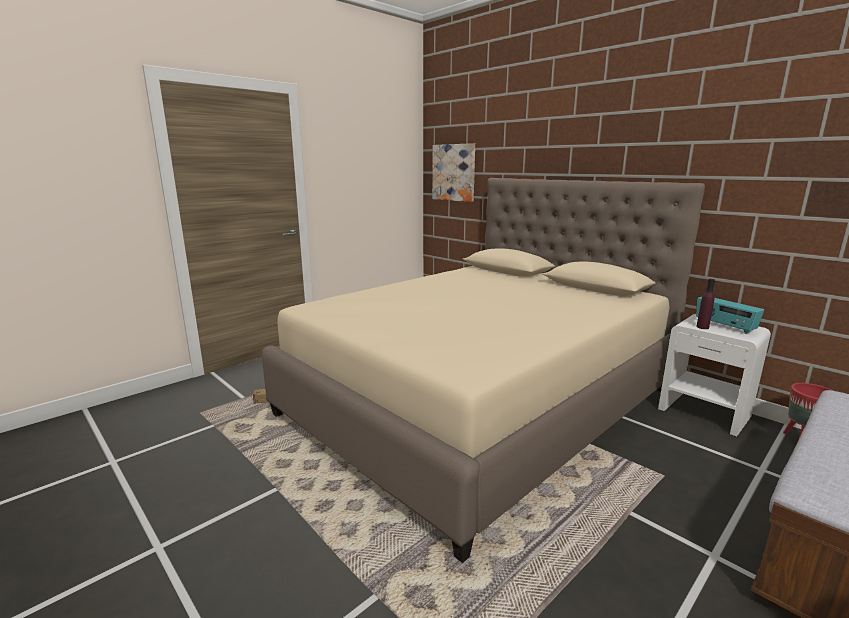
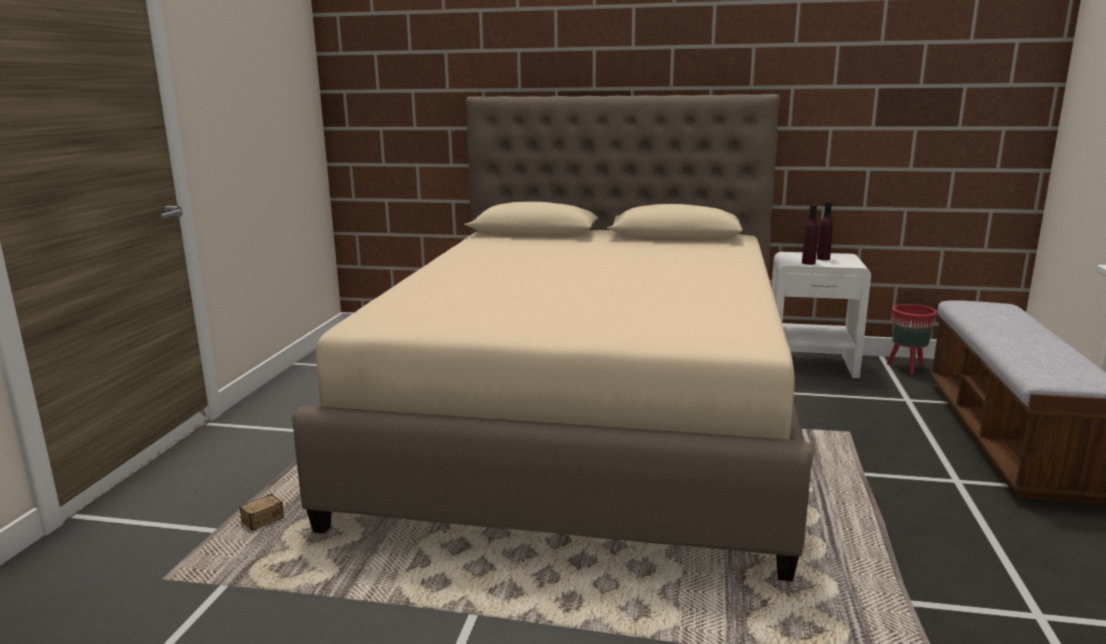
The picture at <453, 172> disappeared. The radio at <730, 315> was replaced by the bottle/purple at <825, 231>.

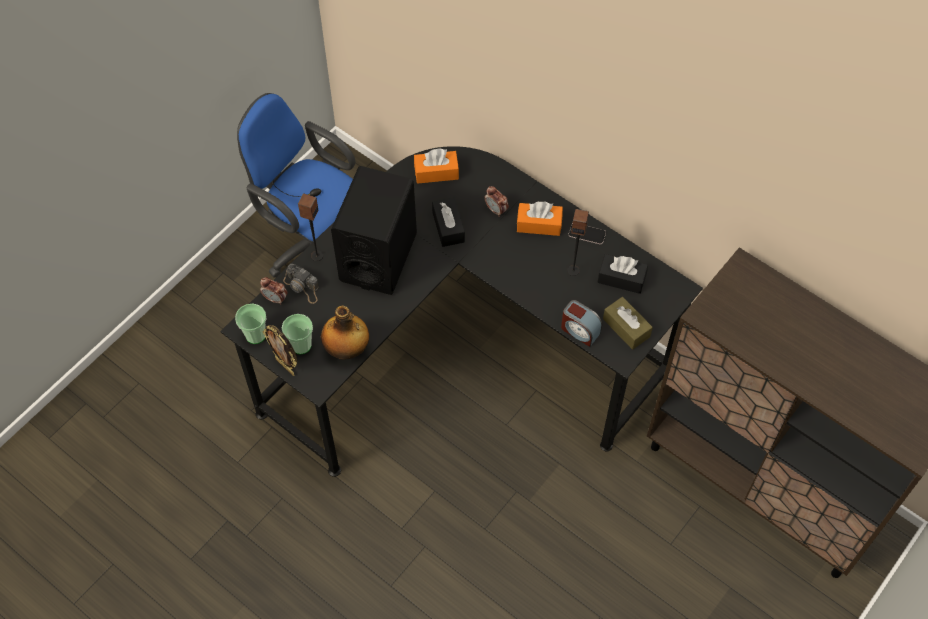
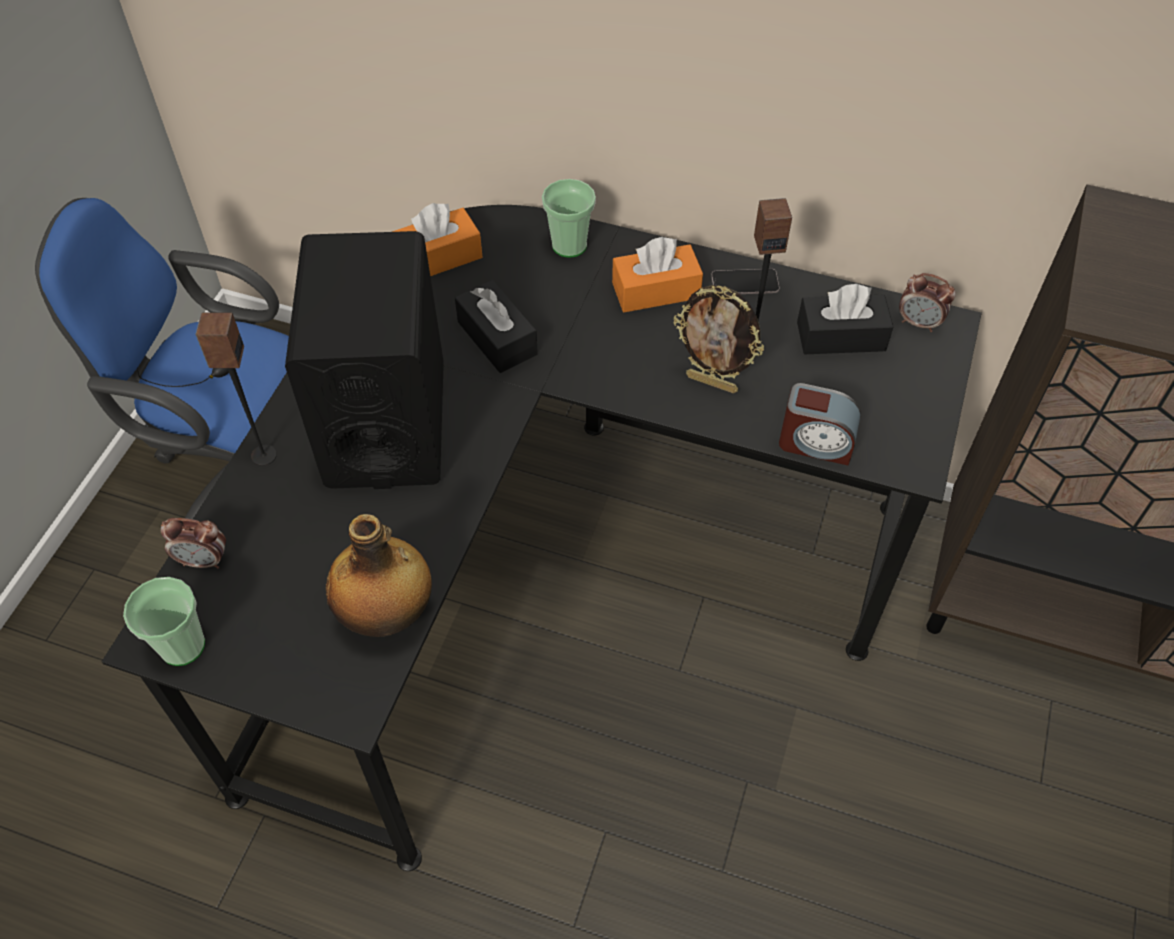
The alarm clock moved from <496, 201> to <927, 302>. The photo camera at <301, 284> disappeared. The tissue box/brown at <628, 323> disappeared. The cup moved from <297, 334> to <569, 218>. The picture frame moved from <279, 350> to <718, 339>.

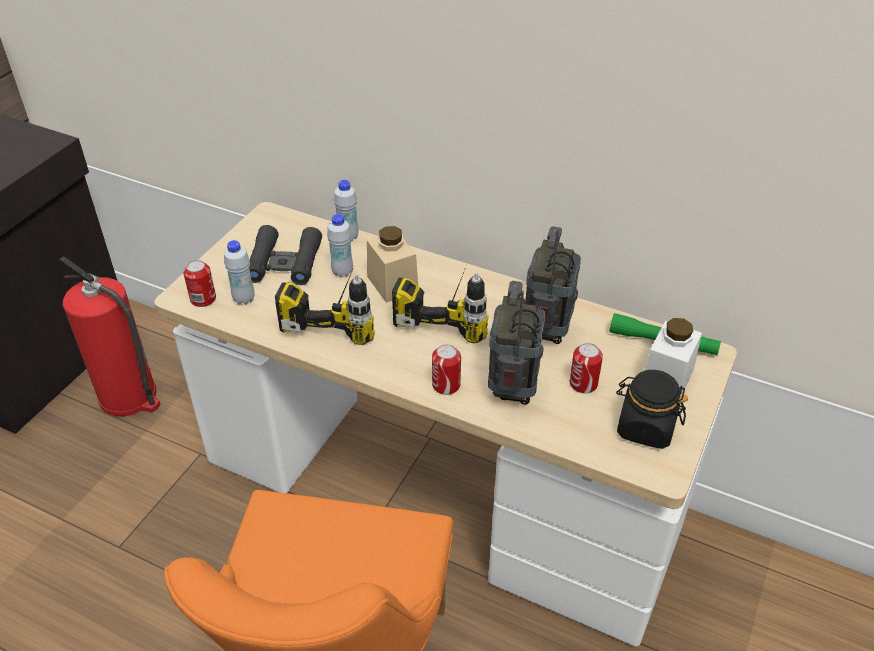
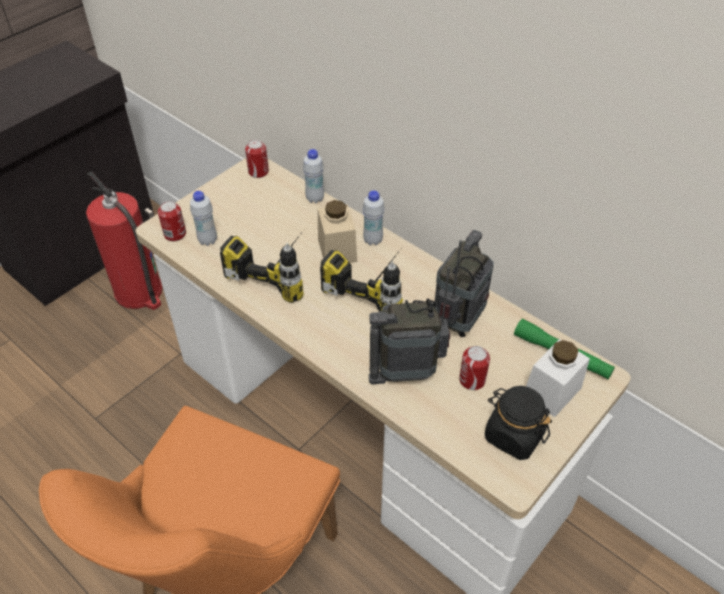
The bottle/white moved from <340, 245> to <374, 217>. The binoculars/black at <285, 255> disappeared. The radio at <516, 343> turned 120 degrees counterclockwise. The can moved from <446, 369> to <257, 159>.

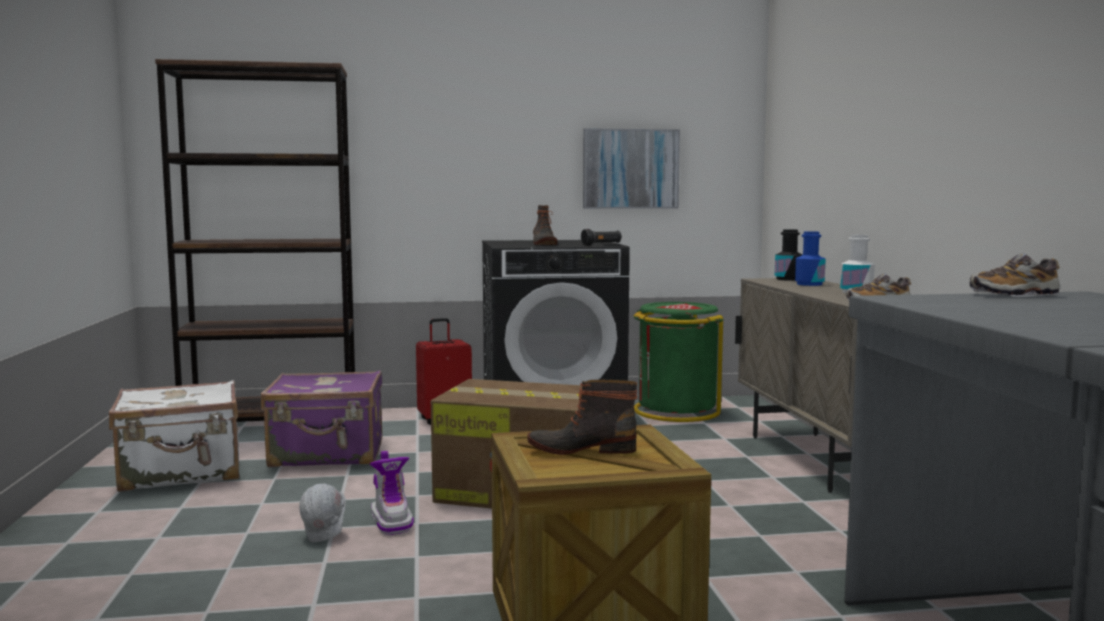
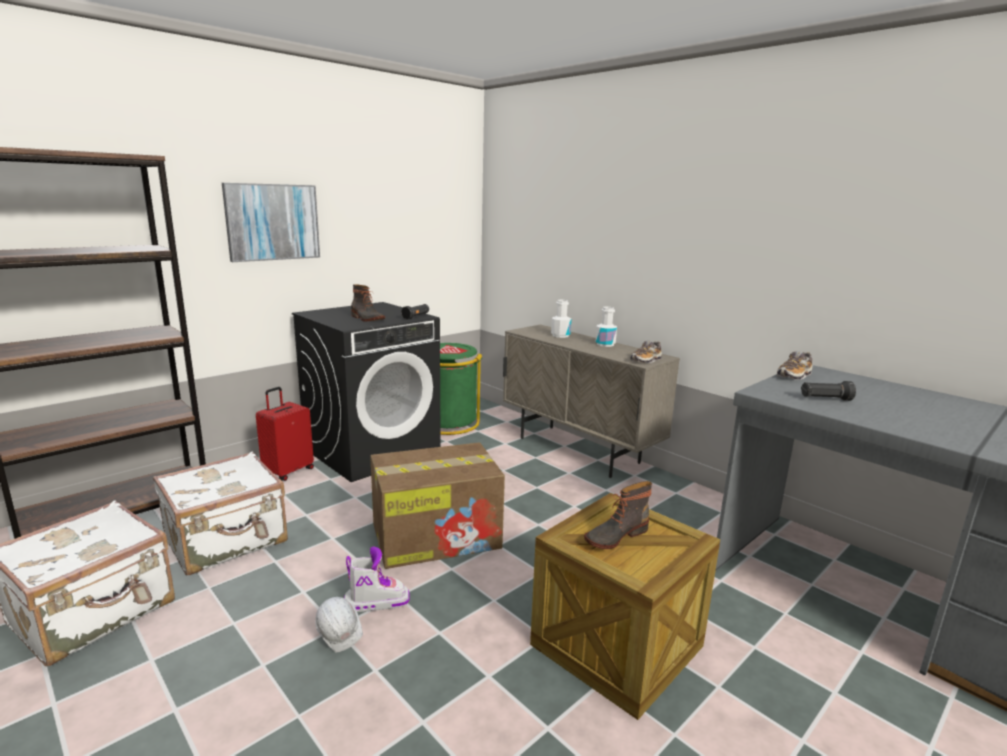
The picture moved from <631, 168> to <271, 222>. The bottle/black at <789, 255> disappeared. The bottle/blue at <810, 258> became the bottle/white at <561, 319>. The suitcase/purple at <321, 419> became the suitcase/white at <220, 513>. The boot at <392, 493> turned 45 degrees counterclockwise. The flashlight/black at <828, 391> appeared.

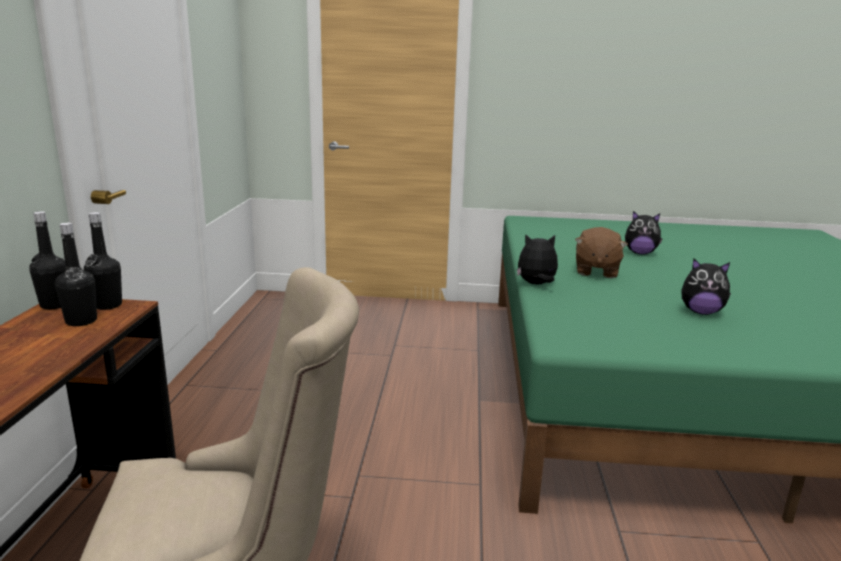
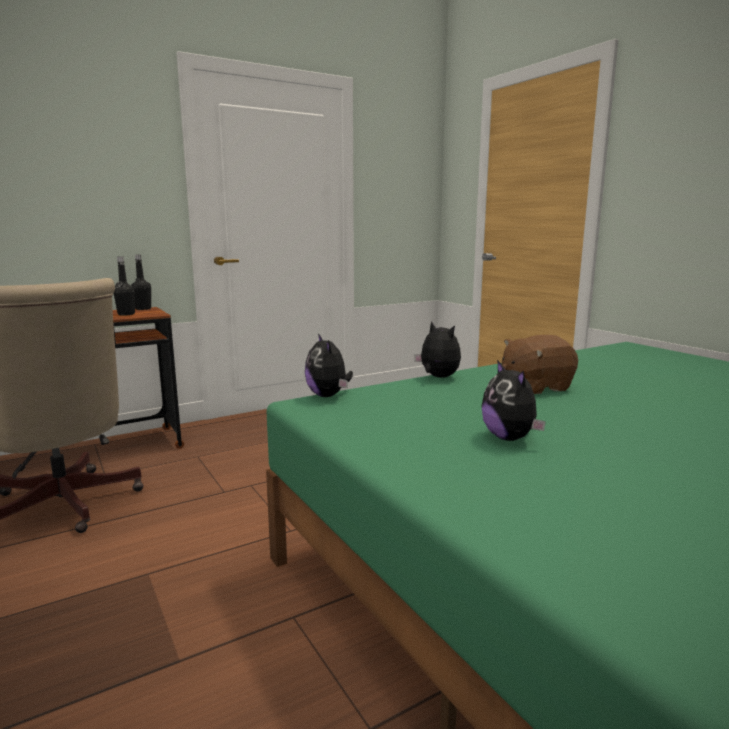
The plush toy moved from <644, 232> to <329, 365>. The bottle/black at <103, 261> disappeared.

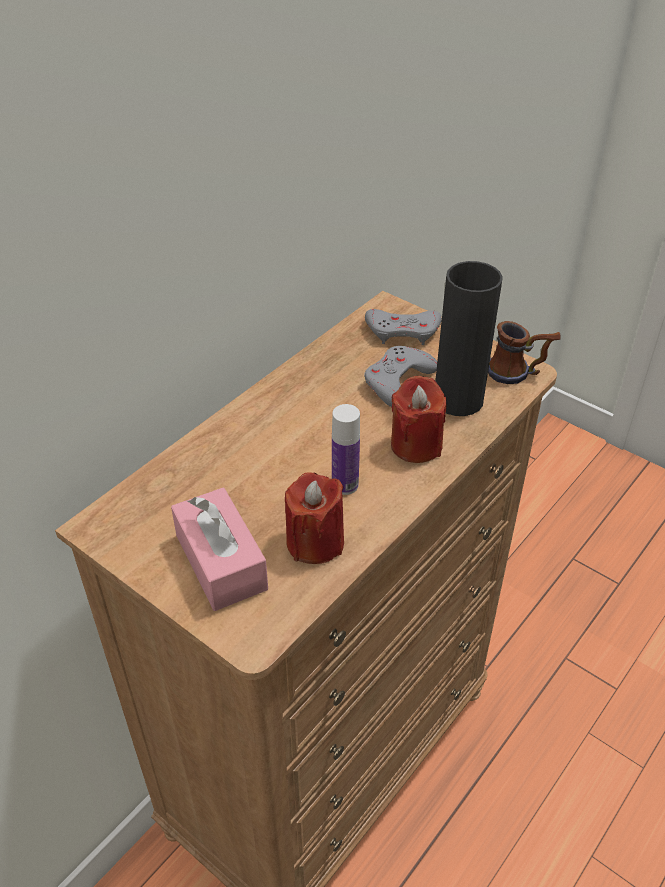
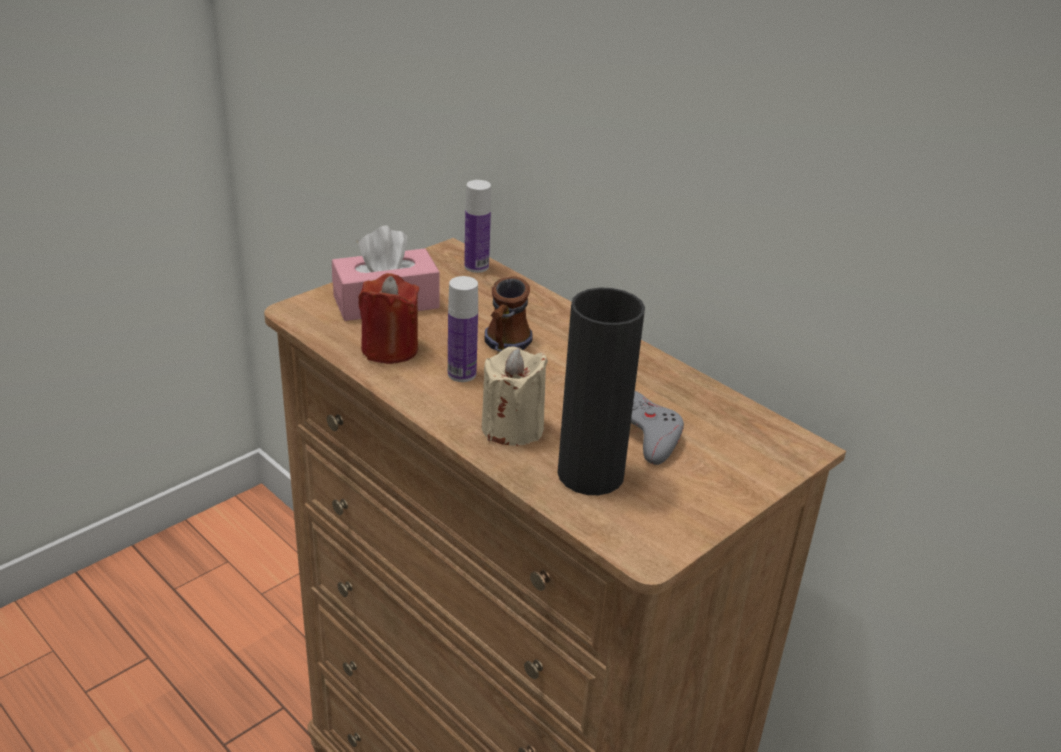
The game controller/grey at <403, 327> disappeared. The mug moved from <524, 352> to <508, 314>. The candle/red at <419, 419> became the candle/beige at <514, 396>. The bottle at <477, 226> appeared.

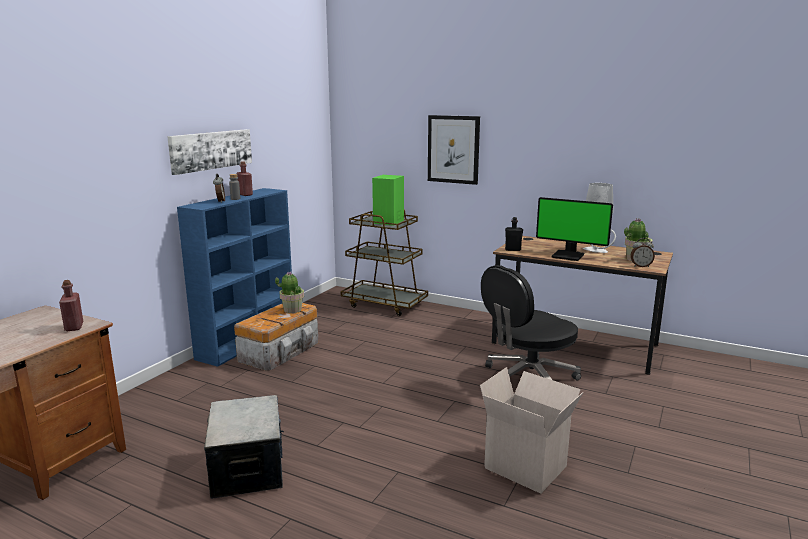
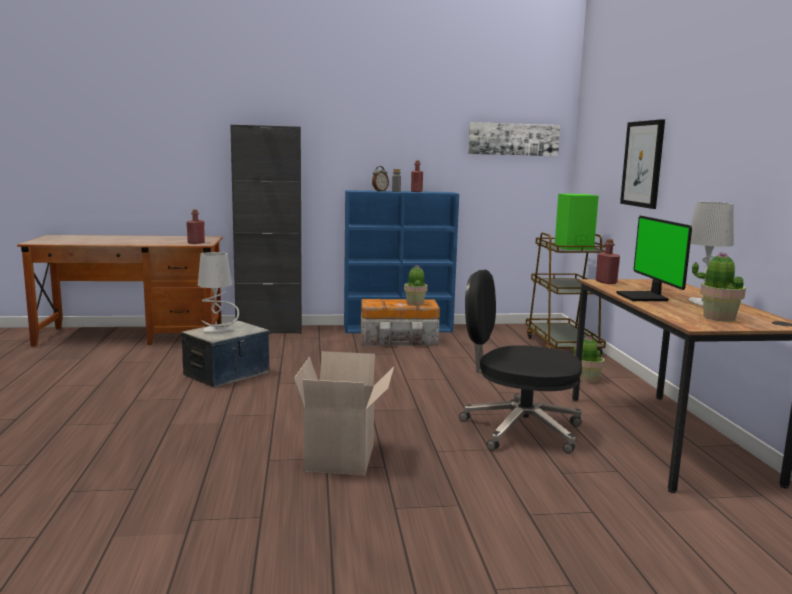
The picture moved from <209, 152> to <514, 139>. The bottle/black at <514, 234> became the bottle/red at <608, 261>. The alarm clock at <642, 252> disappeared. The cabinet/black at <266, 229> appeared. The table lamp/grey at <218, 292> appeared. The potted plant at <589, 359> appeared.

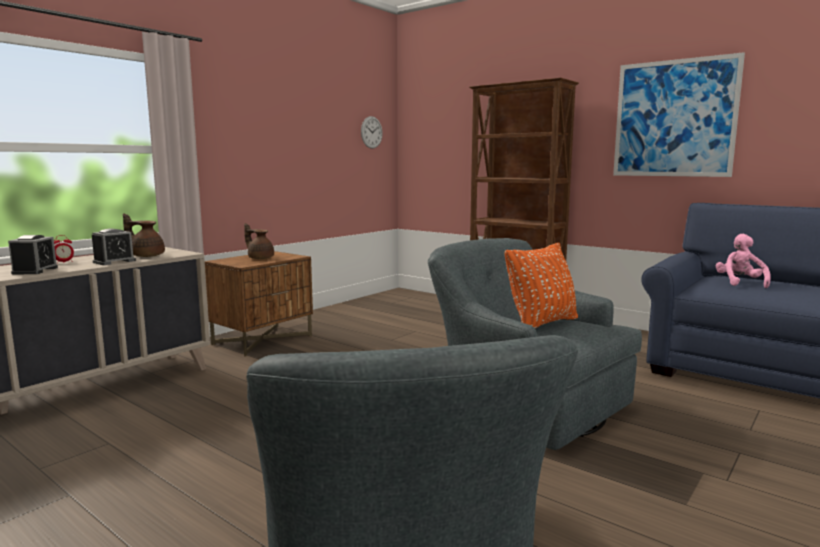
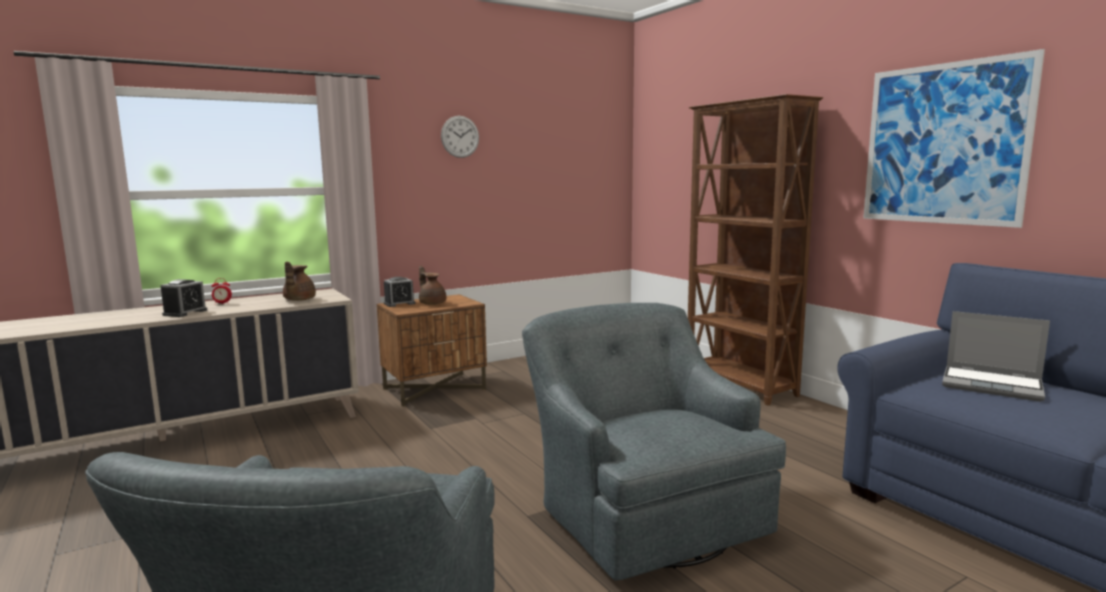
The wall clock moved from <372, 132> to <460, 137>. The teapot/brown at <144, 235> turned 120 degrees counterclockwise. The alarm clock moved from <114, 247> to <399, 292>. The plush toy/pink at <743, 261> was replaced by the laptop at <996, 356>. The pillow/orange at <541, 286> disappeared.

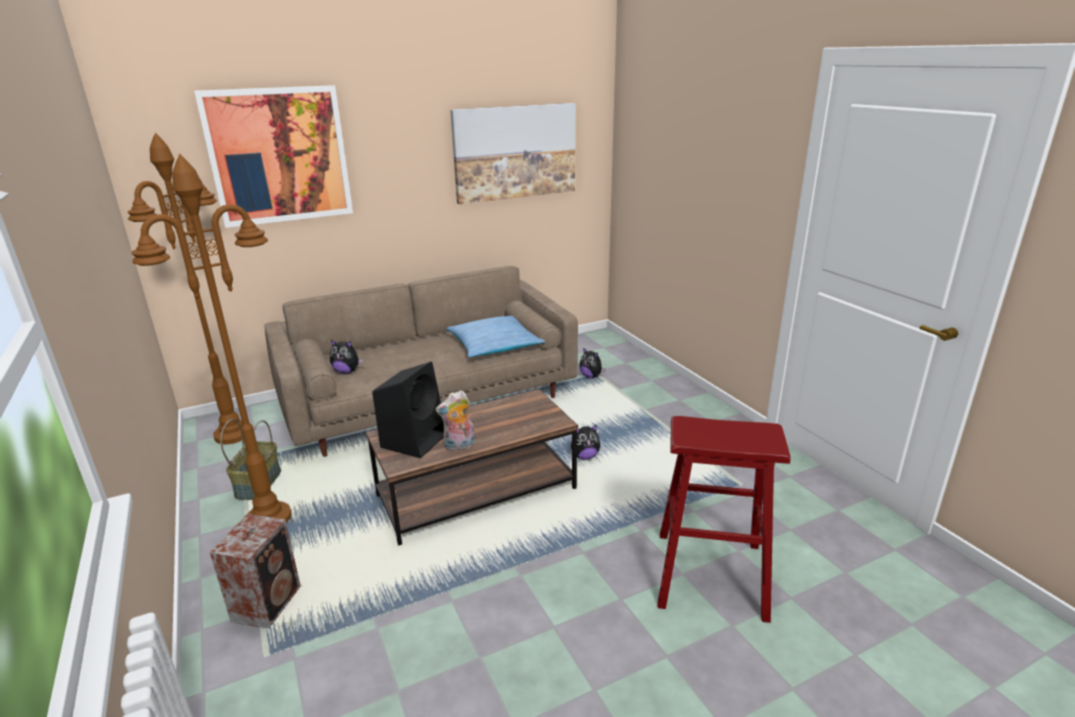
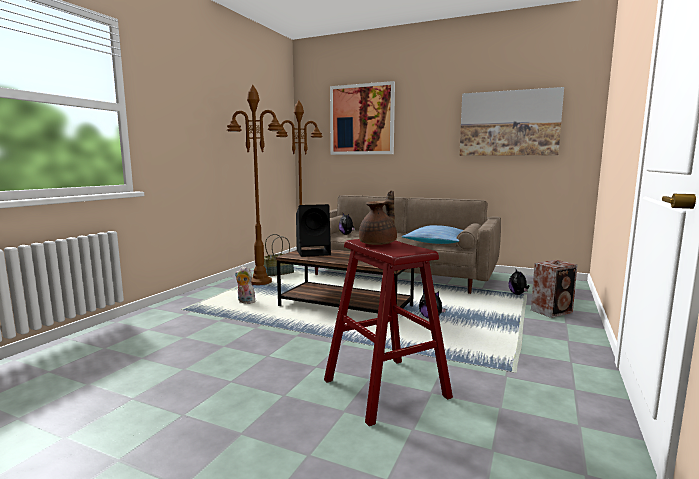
The plush toy moved from <455, 420> to <245, 285>. The speaker moved from <255, 571> to <554, 289>. The teapot/brown at <378, 217> appeared.

